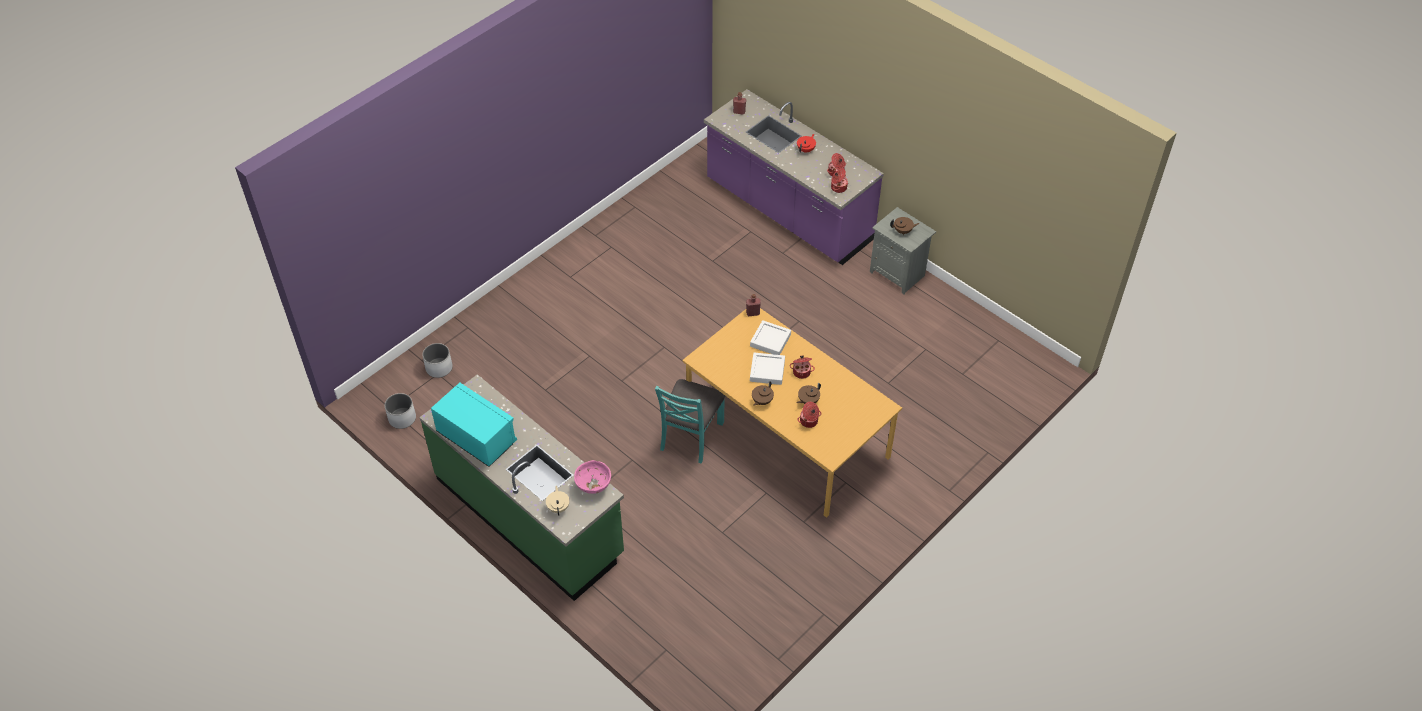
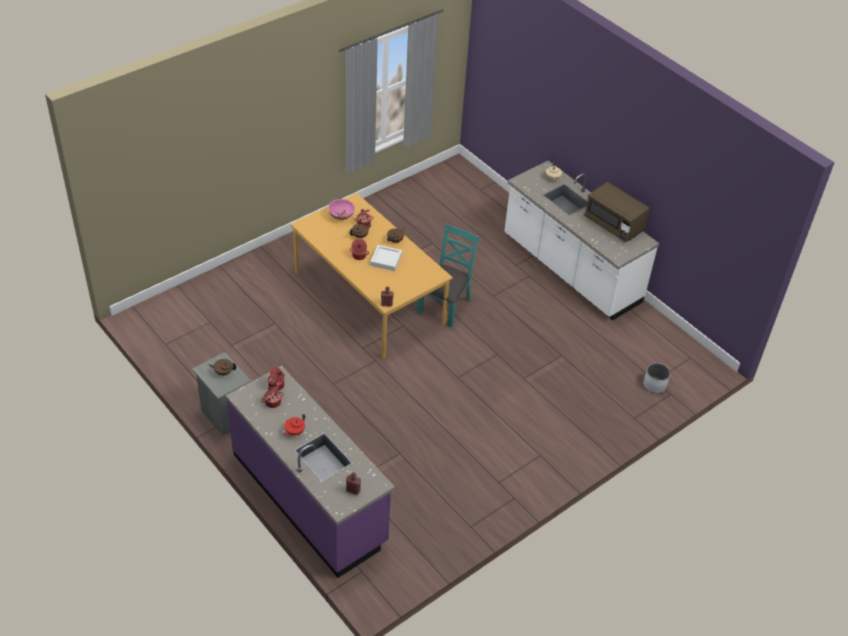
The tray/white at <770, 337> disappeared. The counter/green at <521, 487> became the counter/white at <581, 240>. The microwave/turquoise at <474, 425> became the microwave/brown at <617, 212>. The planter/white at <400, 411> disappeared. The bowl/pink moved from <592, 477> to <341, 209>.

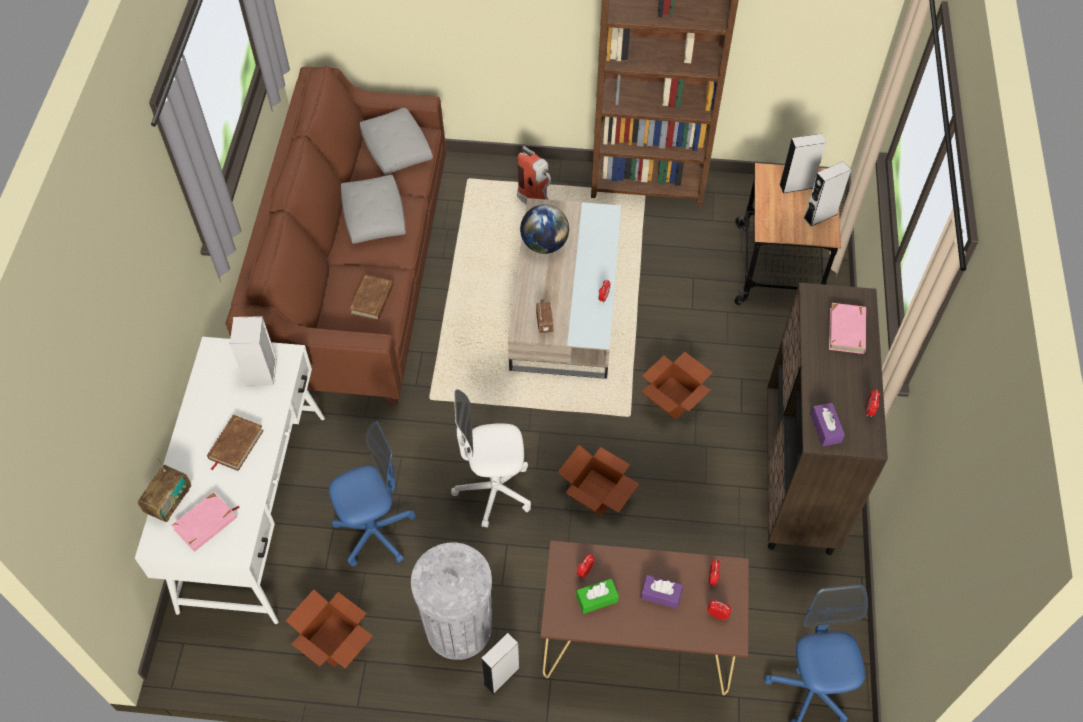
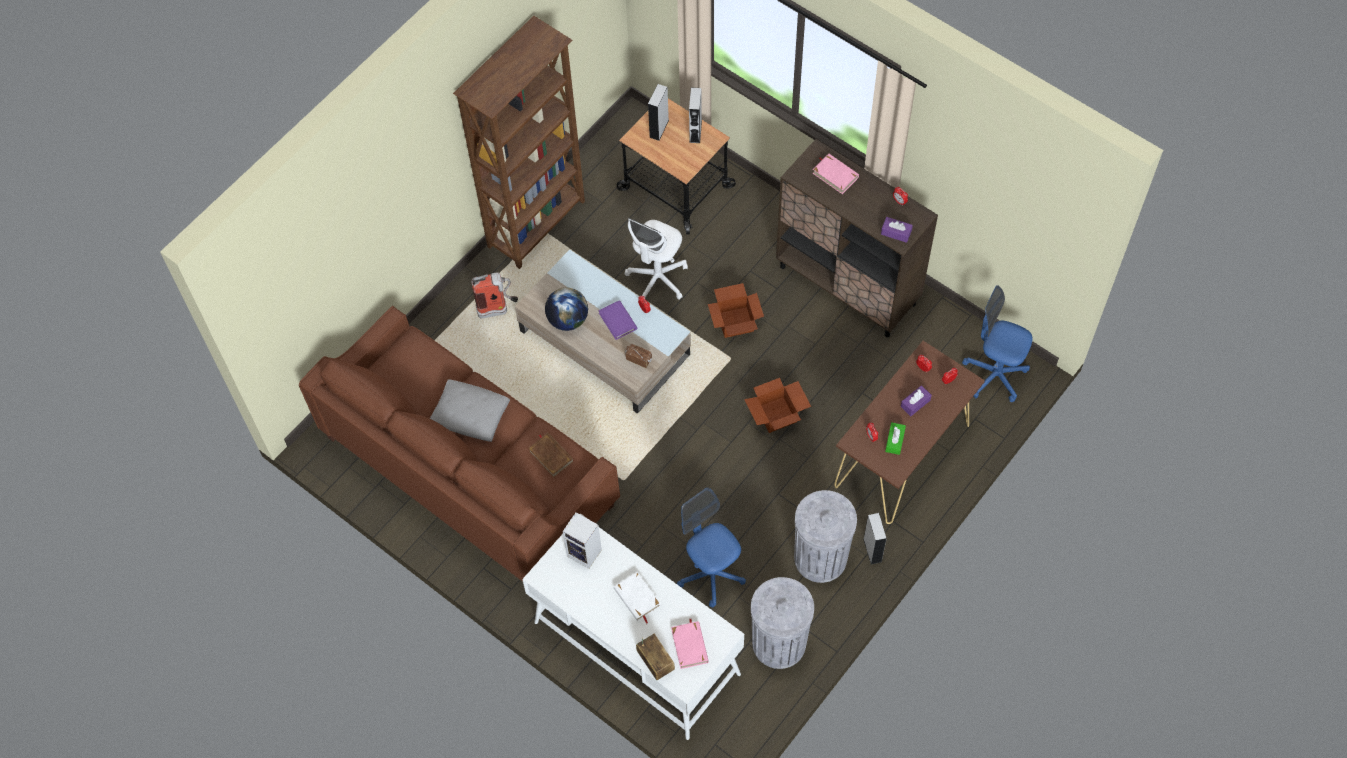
The pillow/grey at <396, 141> disappeared. The office chair/white moved from <491, 458> to <656, 259>. The book/brown at <235, 443> became the book/white at <637, 598>. The office chair/blue at <372, 493> turned 45 degrees counterclockwise. The cardboard box at <329, 628> was replaced by the trash can/grey at <782, 623>. The book/purple at <617, 320> appeared.

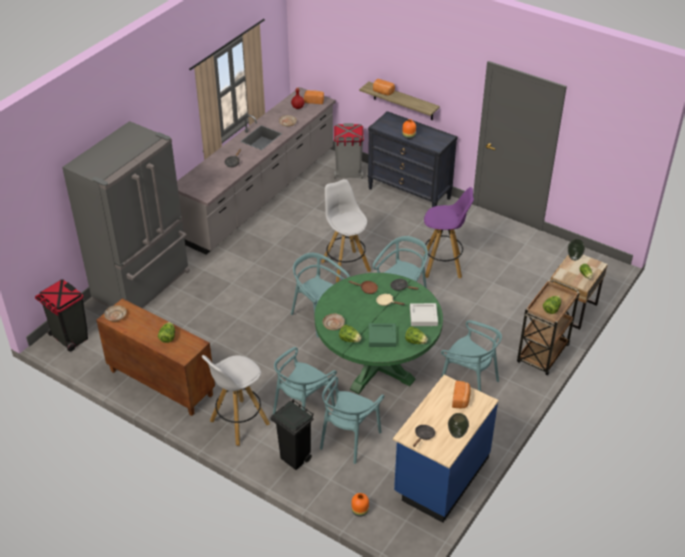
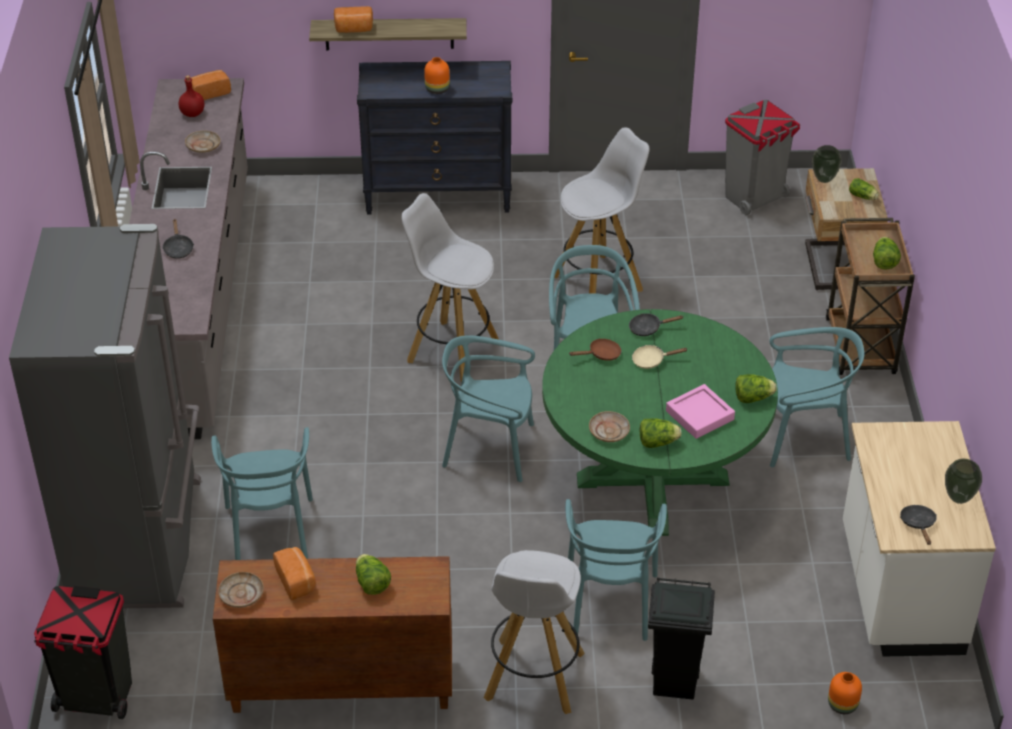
The trash can/grey moved from <349, 151> to <762, 157>. The stool/purple at <449, 233> became the stool/white at <602, 210>. The tray/grey at <424, 314> disappeared. The tray/green at <382, 335> became the tray/pink at <700, 411>. The counter/blue at <446, 449> became the counter/white at <919, 538>. The chair/turquoise moved from <352, 420> to <262, 493>. The bread moved from <461, 395> to <294, 573>.

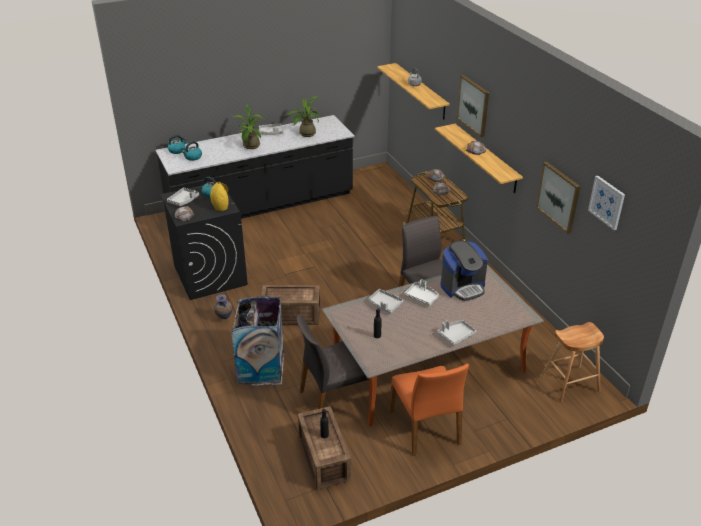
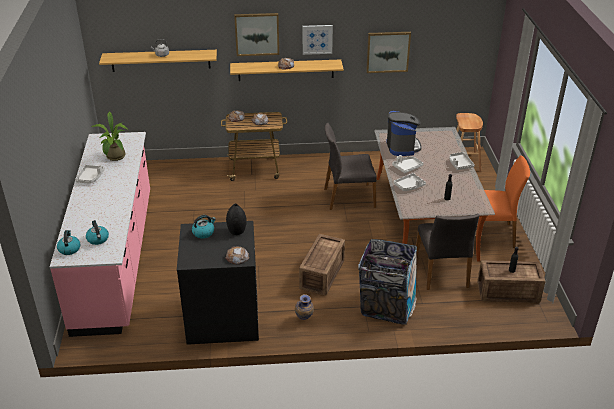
The potted plant at <249, 126> disappeared. The counter/black at <255, 167> became the counter/pink at <100, 234>. The picture moved from <606, 203> to <318, 40>. The vase/yellow at <219, 196> became the vase/black at <236, 219>. The tray/grey at <183, 197> disappeared.

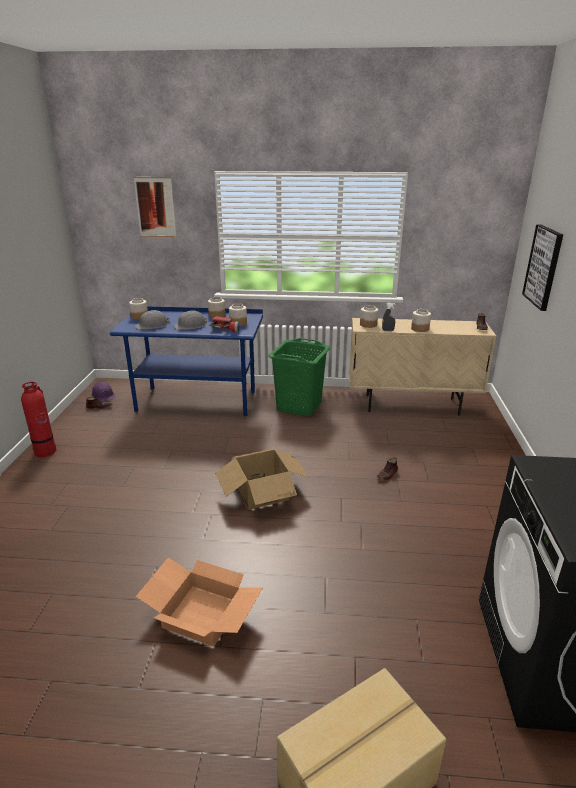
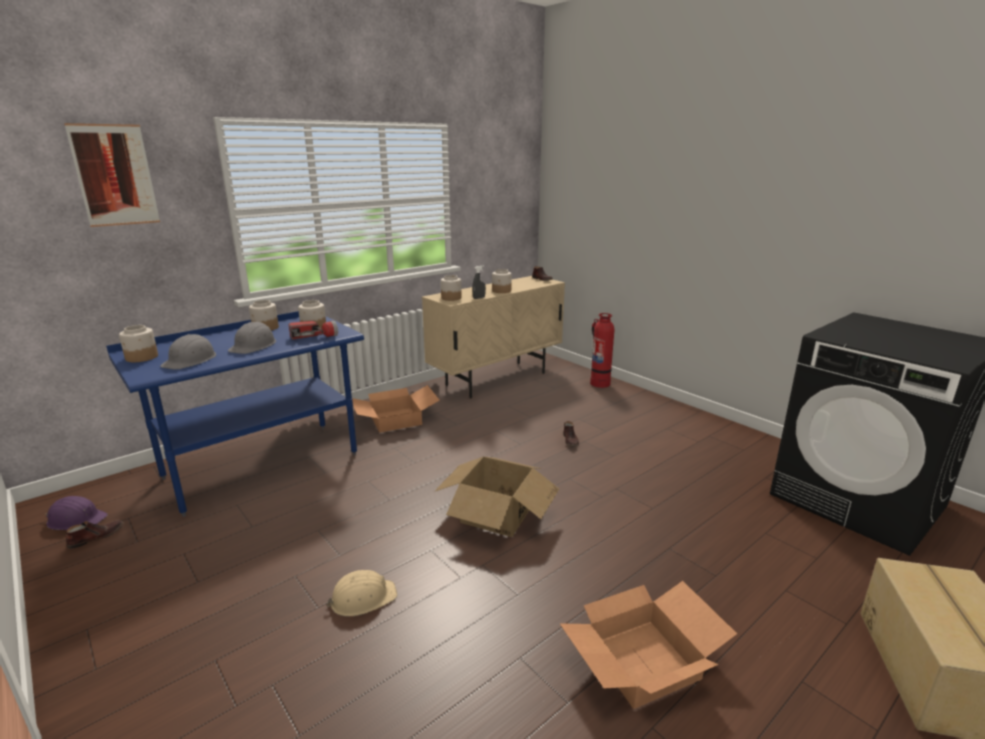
The picture at <542, 267> disappeared. The laundry basket/green at <299, 377> was replaced by the cardboard box at <396, 409>. The fire extinguisher moved from <38, 419> to <602, 350>. The hard hat/beige at <361, 593> appeared.

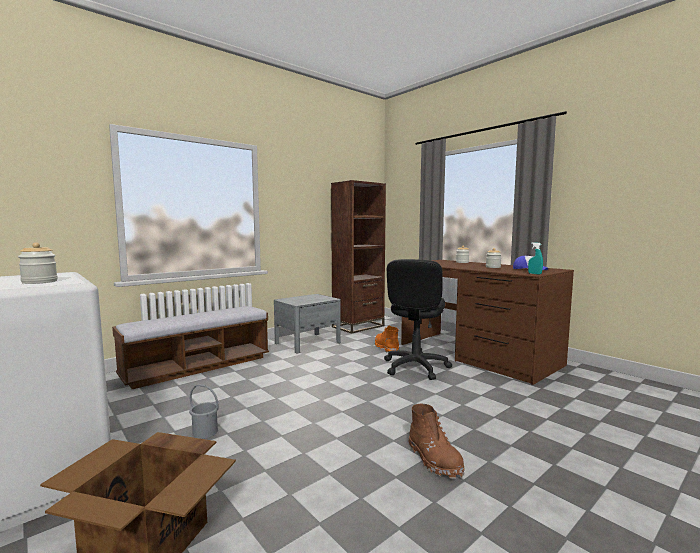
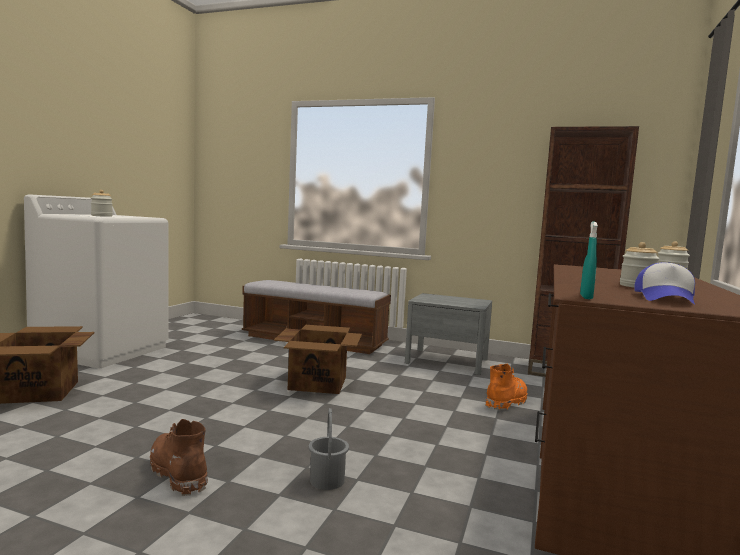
The office chair/black at <418, 319> disappeared. The bucket/grey moved from <204, 411> to <328, 449>. The boot/brown at <437, 441> turned 105 degrees clockwise. The cardboard box at <318, 359> appeared.

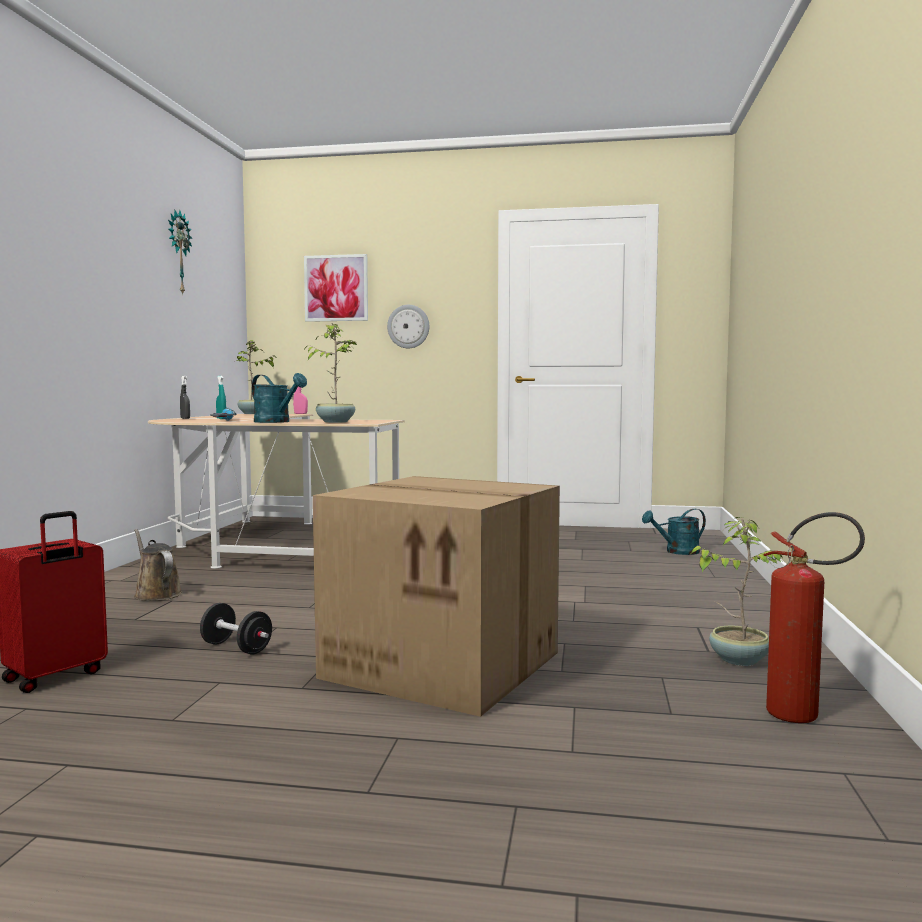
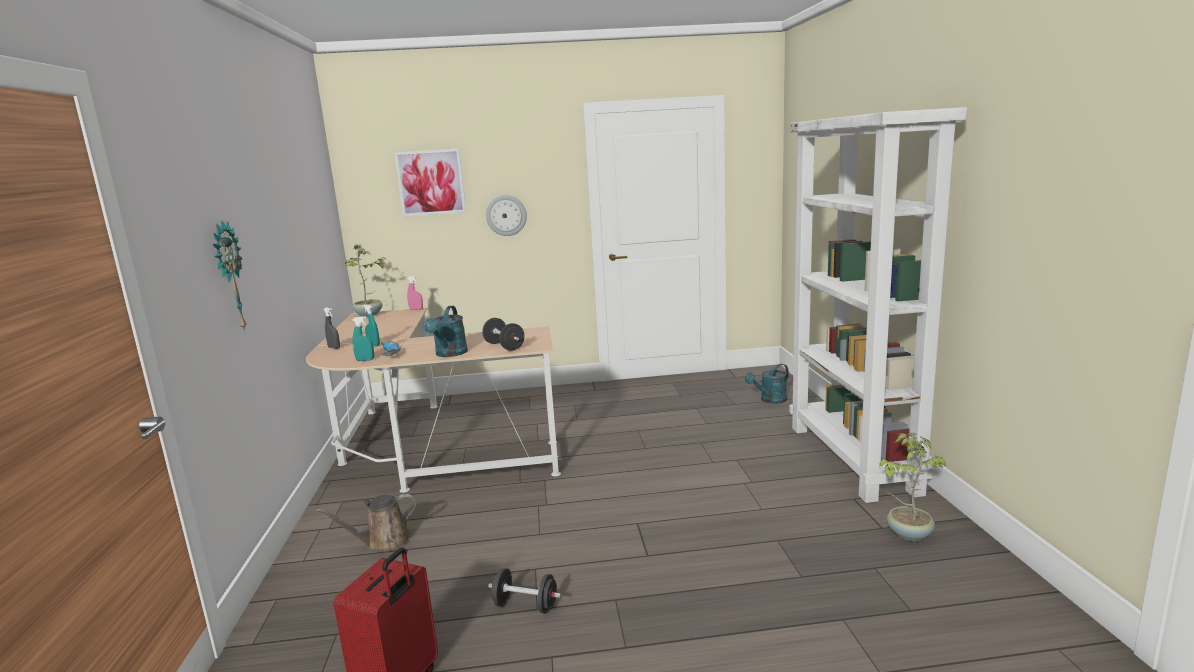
The wall clock moved from <180, 252> to <230, 276>. The potted plant at <331, 373> was replaced by the dumbbell/black at <503, 334>. The watering can/turquoise at <279, 398> turned 75 degrees clockwise. The cardboard box at <436, 596> disappeared. The fire extinguisher at <814, 617> disappeared. The watering can/brown at <158, 565> turned 60 degrees counterclockwise. The bookcase/white at <878, 305> appeared. The spray bottle/turquoise at <363, 338> appeared.

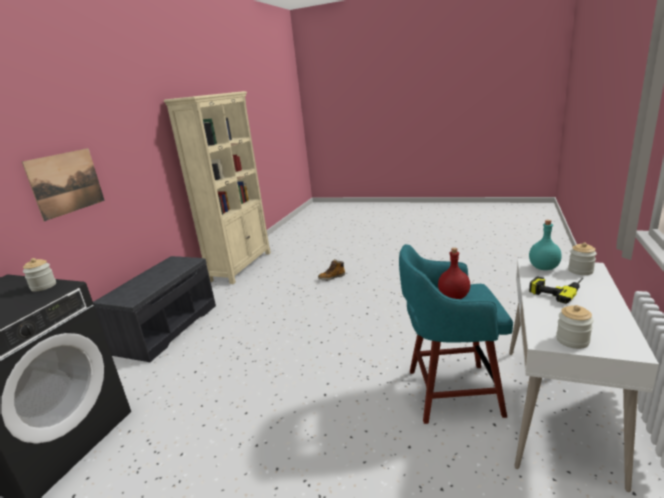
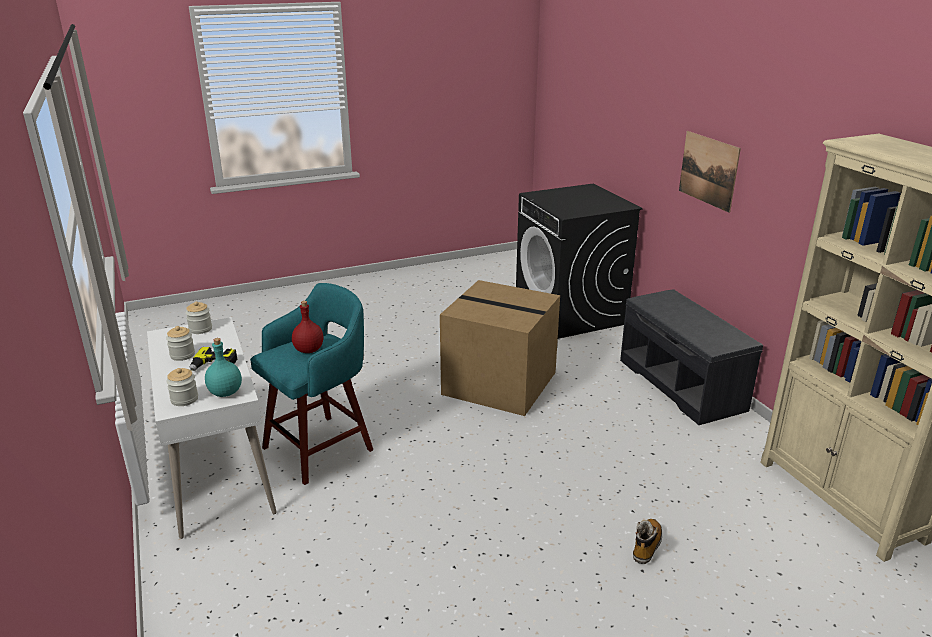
The jar moved from <39, 275> to <180, 343>. The cardboard box at <500, 348> appeared.

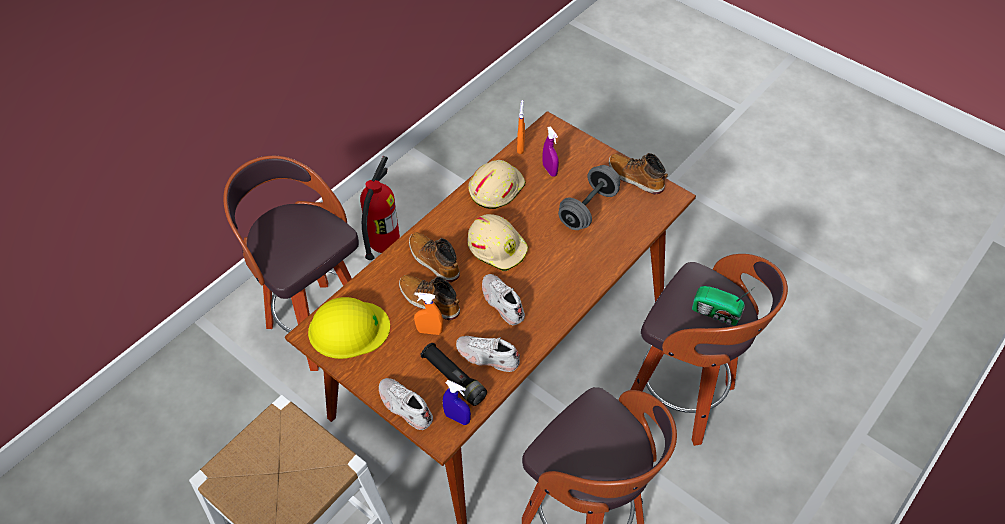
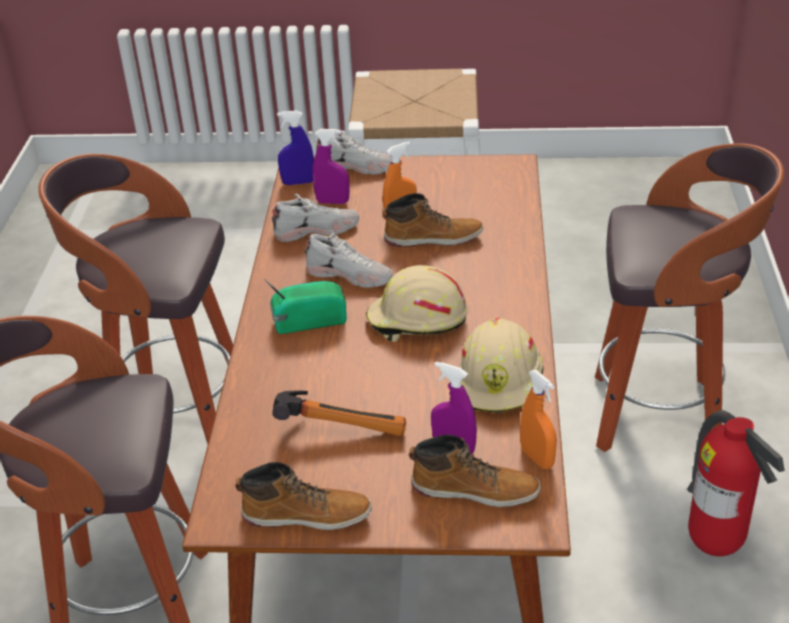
The dumbbell/grey at <589, 197> was replaced by the hammer at <339, 413>. The boot moved from <434, 257> to <475, 471>. The radio moved from <723, 305> to <305, 306>. The hard hat/yellow at <349, 328> disappeared. The flashlight/black at <454, 374> was replaced by the spray bottle/purple at <331, 166>.

